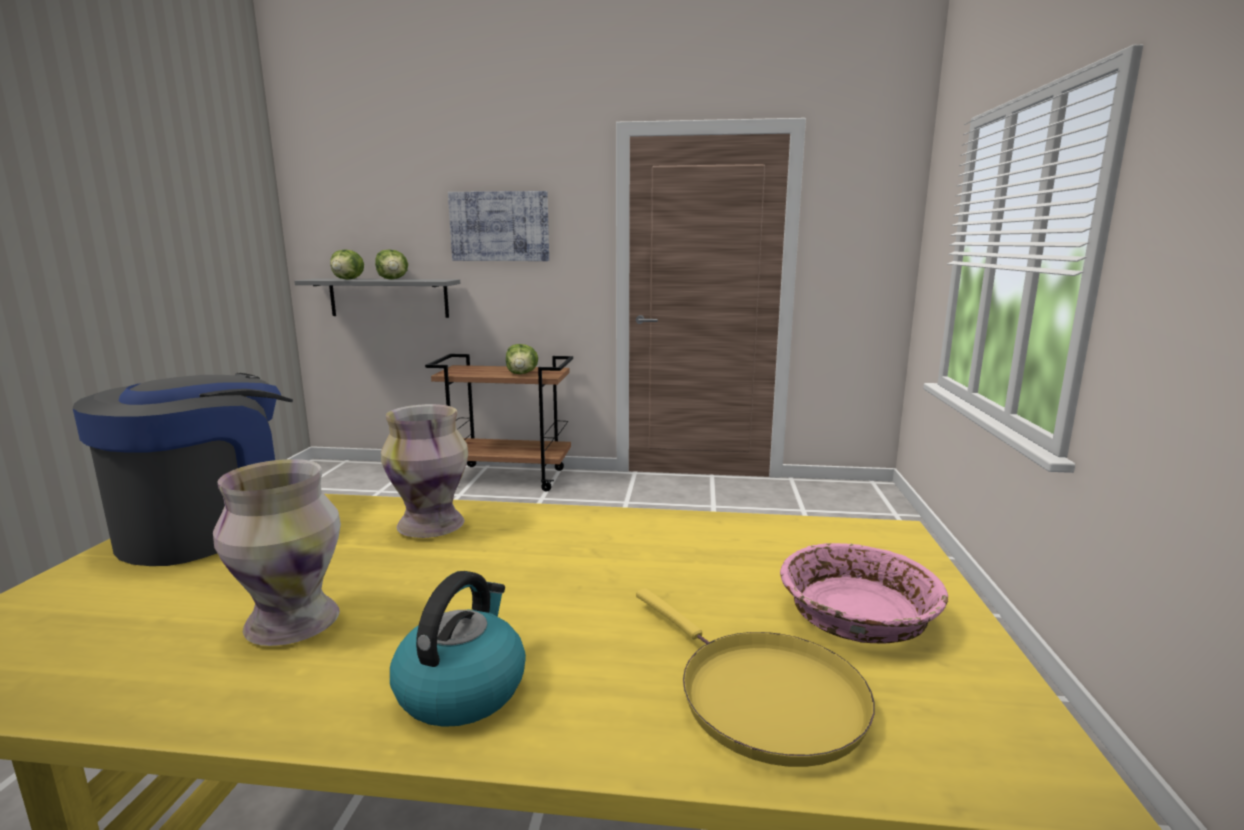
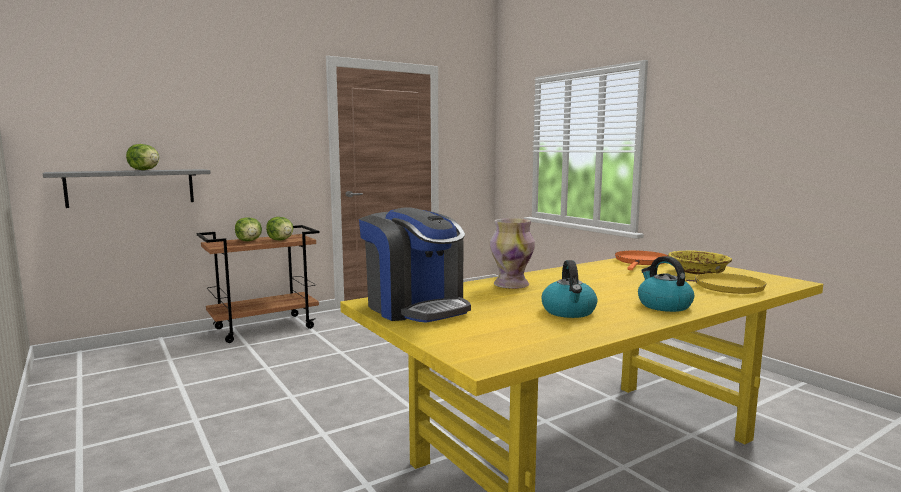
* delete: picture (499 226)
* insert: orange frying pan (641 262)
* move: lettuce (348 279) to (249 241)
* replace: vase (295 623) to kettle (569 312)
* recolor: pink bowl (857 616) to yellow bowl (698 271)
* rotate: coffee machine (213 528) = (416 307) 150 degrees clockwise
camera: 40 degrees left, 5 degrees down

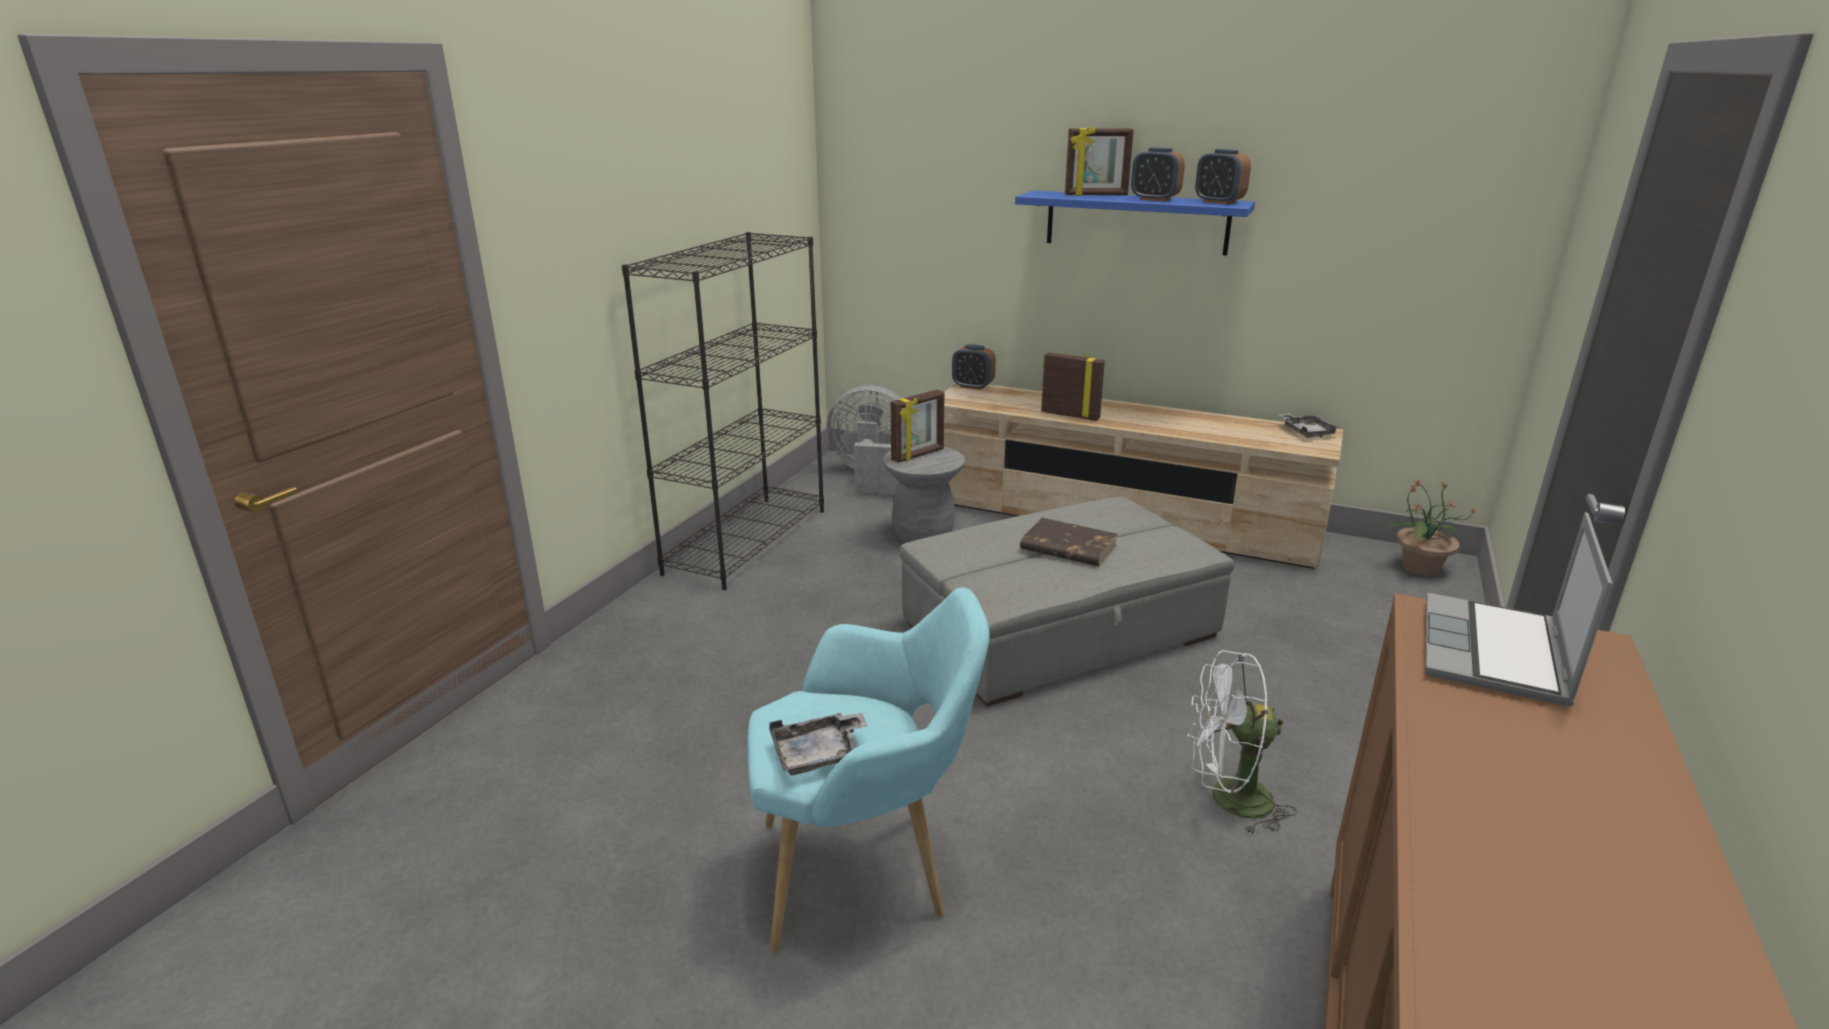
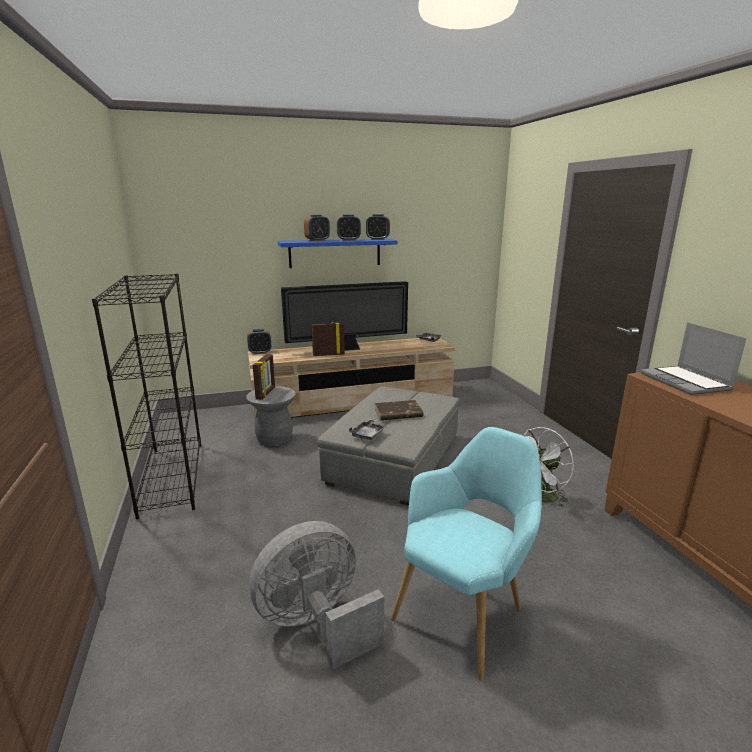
* delete: potted plant (1419 568)
* insert: television (347 349)
* move: grey tray (818 754) to (368 434)
* move: grey fan (873 477) to (316 624)
* replace: picture frame (1096 195) to alarm clock (317 240)
camera: 40 degrees left, 5 degrees down

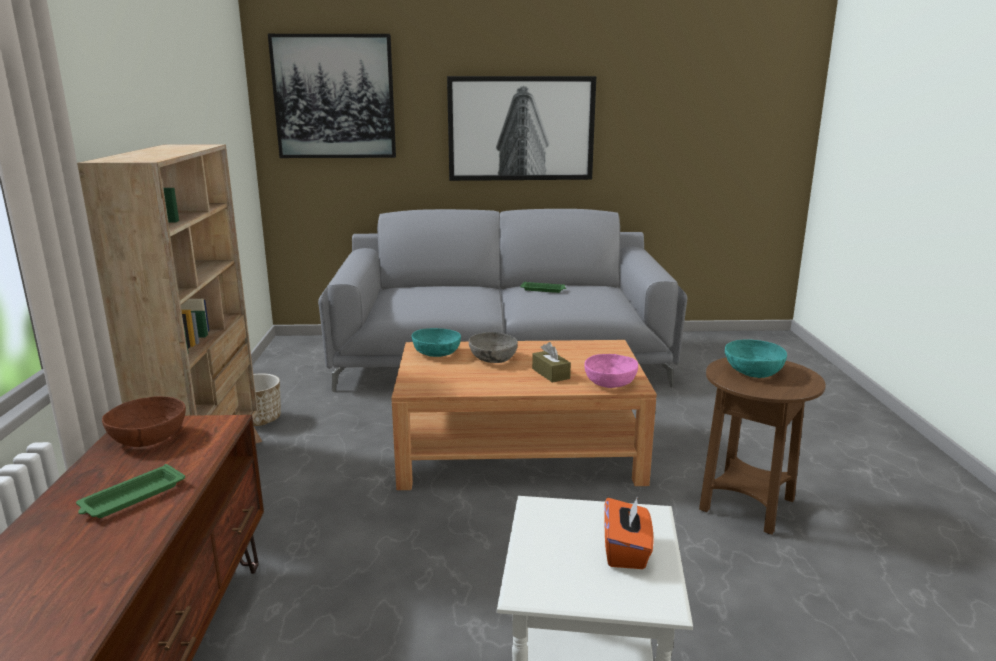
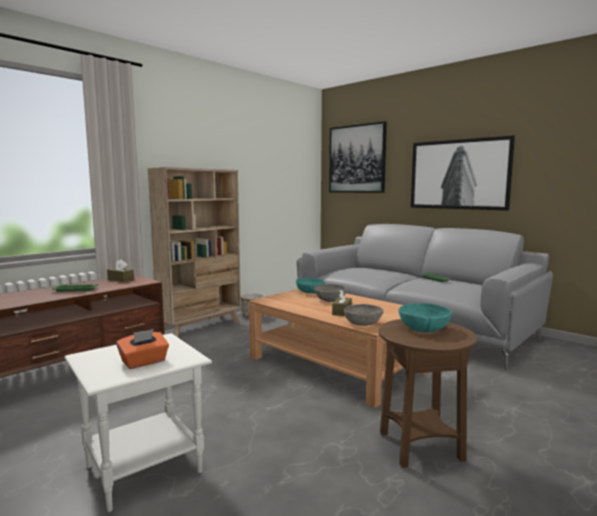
* replace: brown bowl (148 438) to brown tissue box (121 279)
* recolor: pink bowl (610 383) to grey bowl (363 323)
camera: 45 degrees right, 10 degrees down

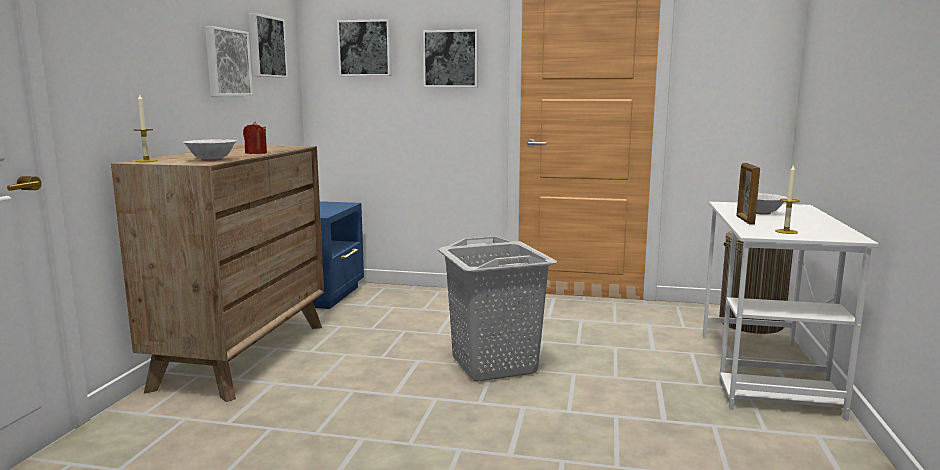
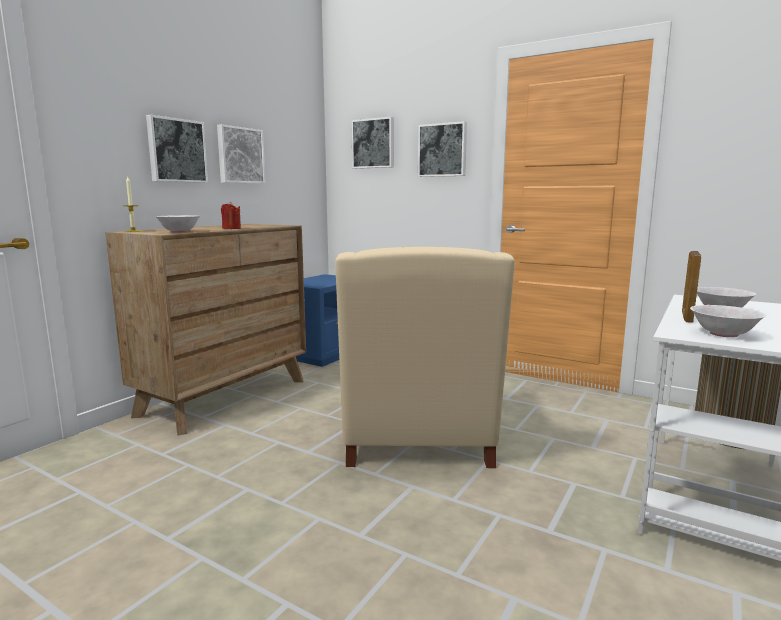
* move: picture (266 47) to (176 150)
* replace: grey laundry basket (494 365) to beige armchair (417 438)
* replace: candle (786 231) to white bowl (724 334)
camera: 20 degrees right, 0 degrees up

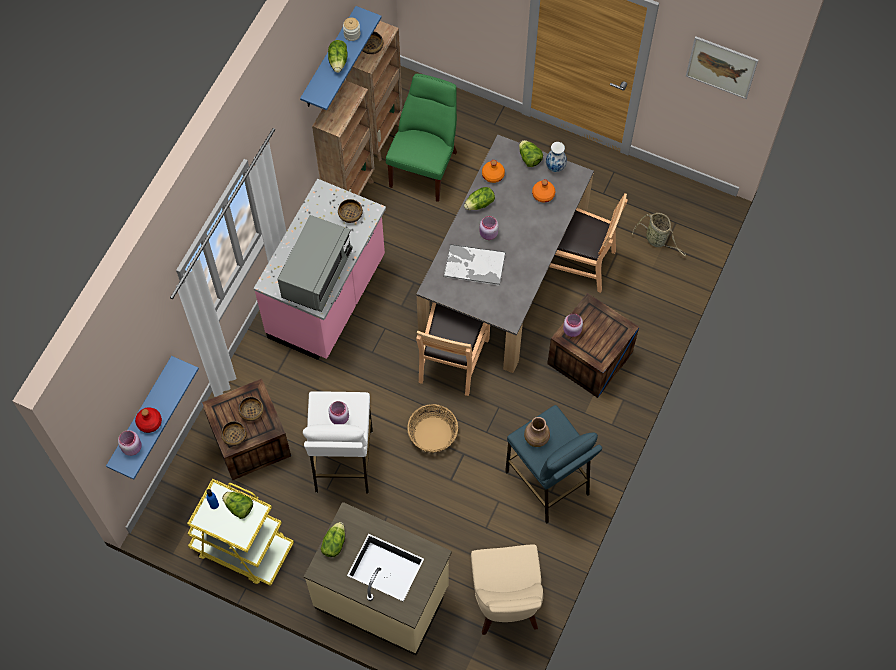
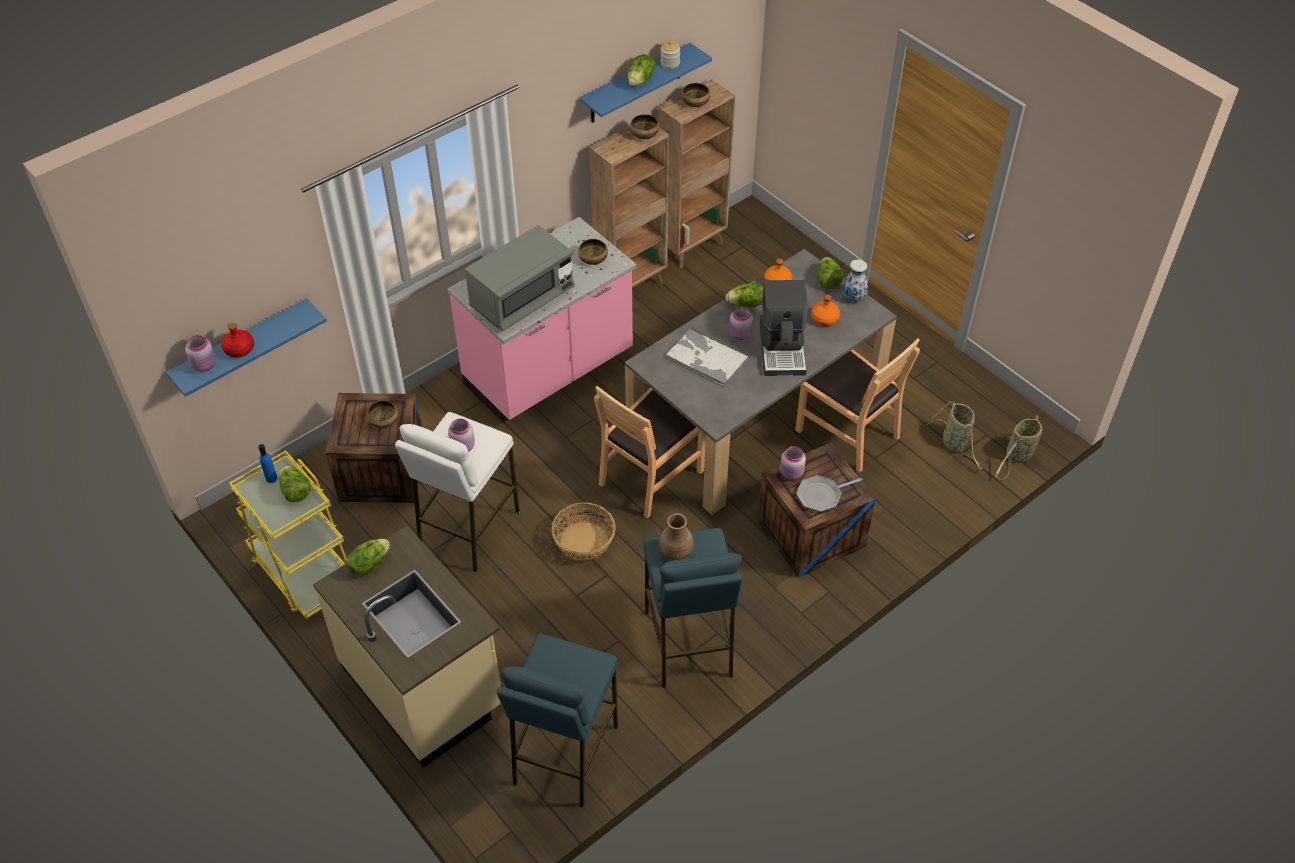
* delete: green chair (425 166)
* delete: picture (721 67)
* insert: coffee machine (783 349)
* insert: frying pan (821 496)
* insert: basket (1017 457)
* move: bowl (234 436) to (644 134)
* replace: beige chair (506 602) to blue stool (564 755)
camera: 25 degrees right, 15 degrees down

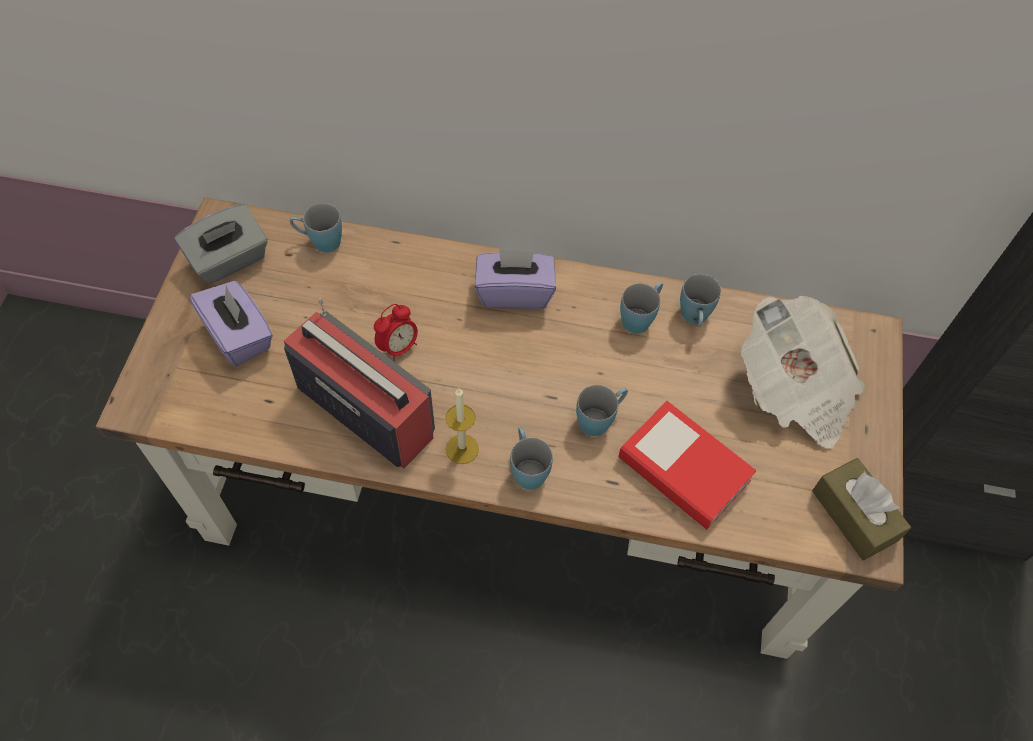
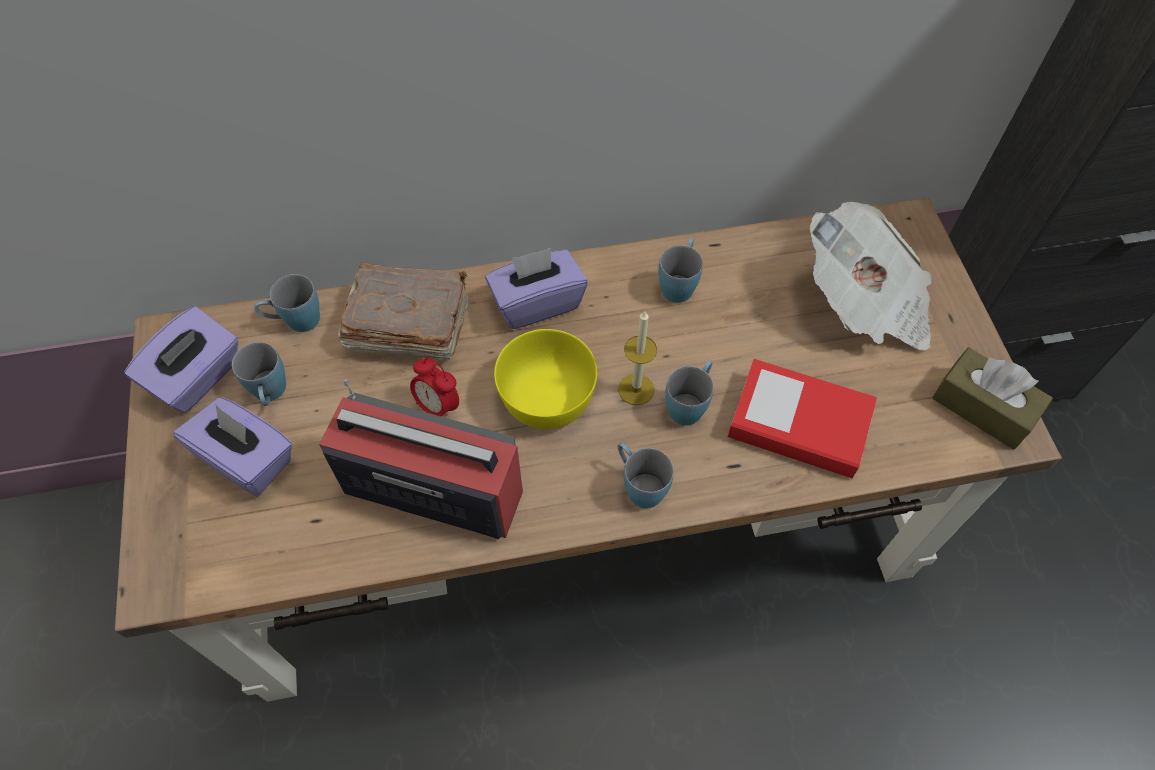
* insert: brown book (407 324)
* insert: yellow bowl (545 397)
* move: candle (462 449) to (636 389)
* move: blue mug (694 318) to (271 394)
* recolor: grey tissue box (229 260) to purple tissue box (198 377)
* rotate: alarm clock (398 347) = (438 406) 105 degrees clockwise
camera: 20 degrees left, 0 degrees up

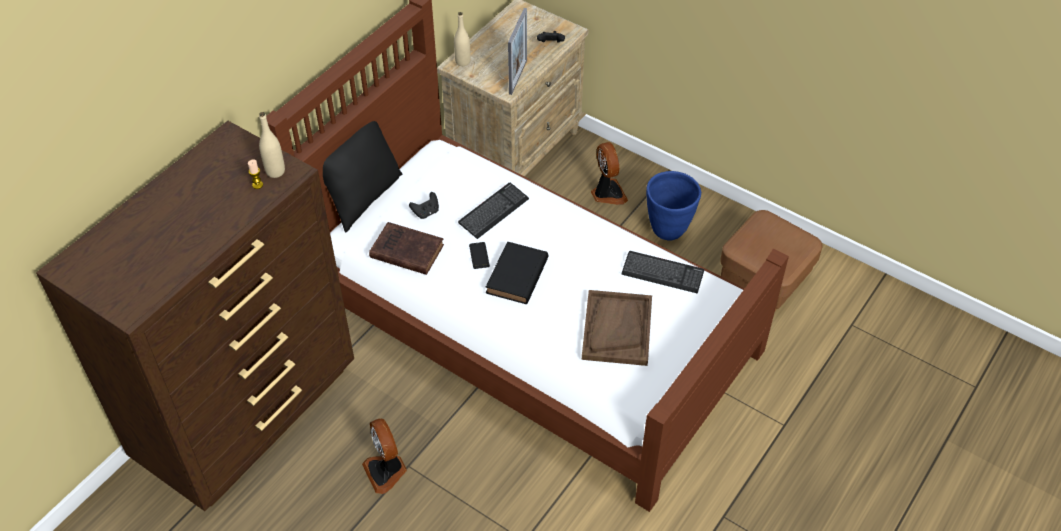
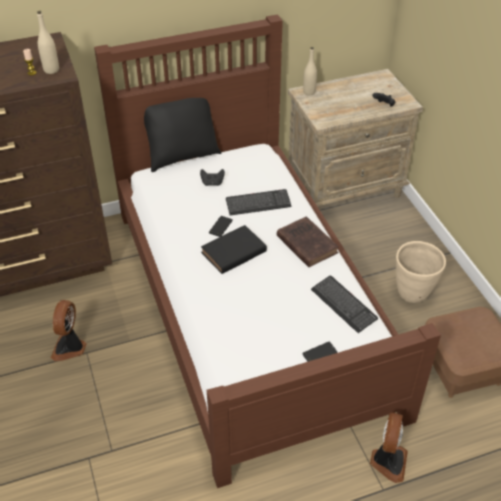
* delete: picture frame (518 77)
* delete: brown tray (617 329)
* insert: phone (319 353)
* move: brown book (405 251) to (306 243)
* move: fan (607 193) to (388 461)
* recolor: blue planter (668 229) to beige planter (413 293)
camera: 35 degrees right, 5 degrees down

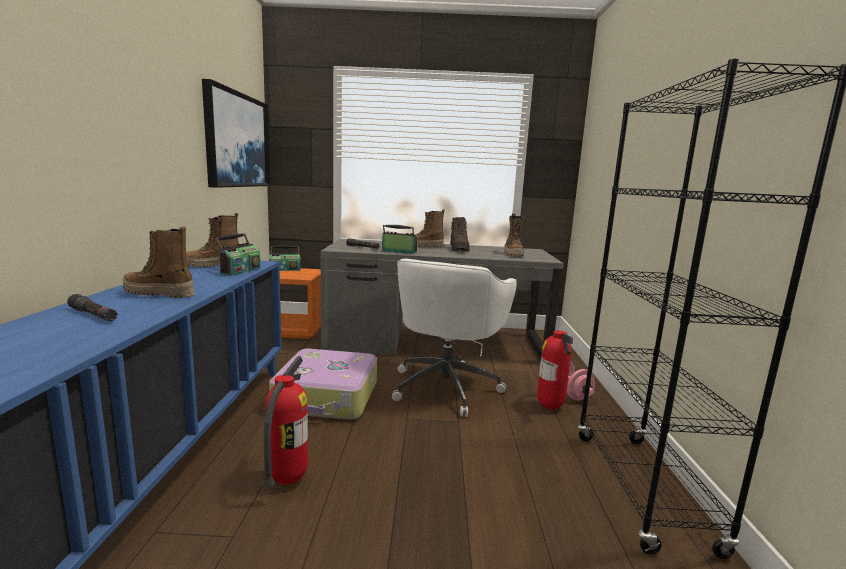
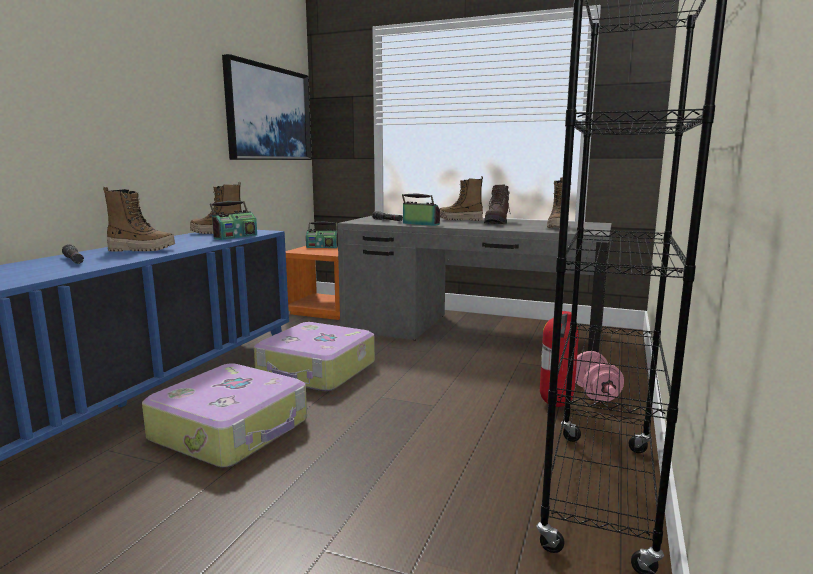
* delete: white office chair (446 386)
* replace: fire extinguisher (287 479) to suitcase (232 430)
* rotate: boot (159 294) = (142 250) 150 degrees clockwise
camera: 20 degrees right, 0 degrees up

